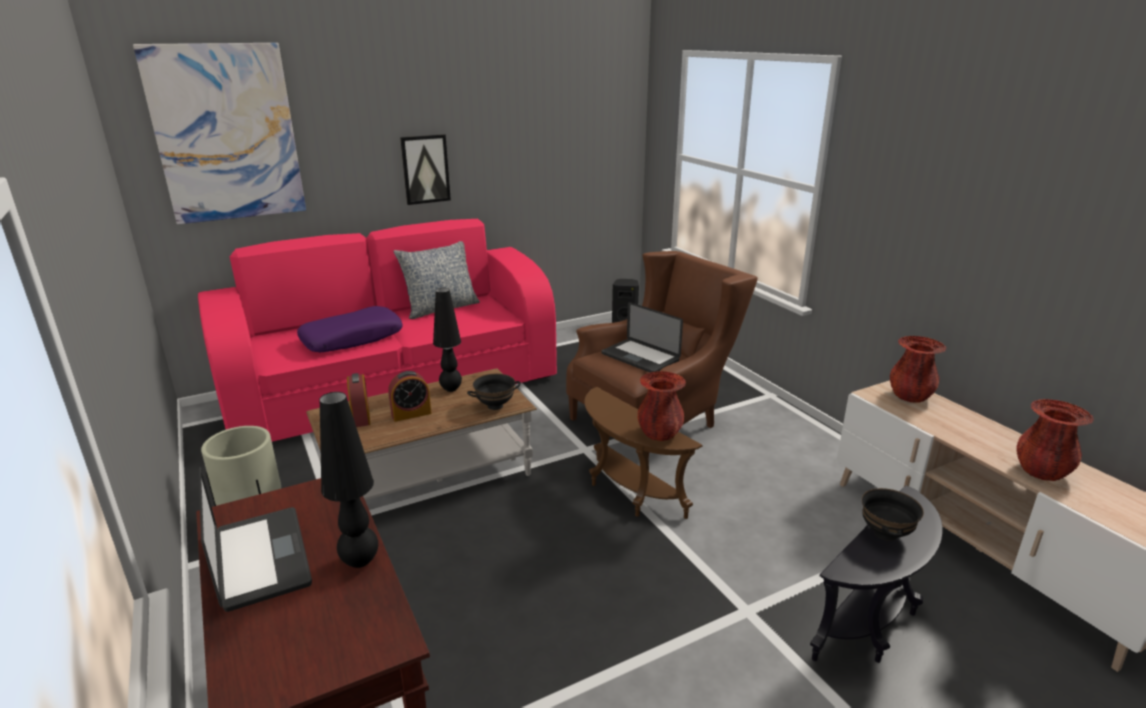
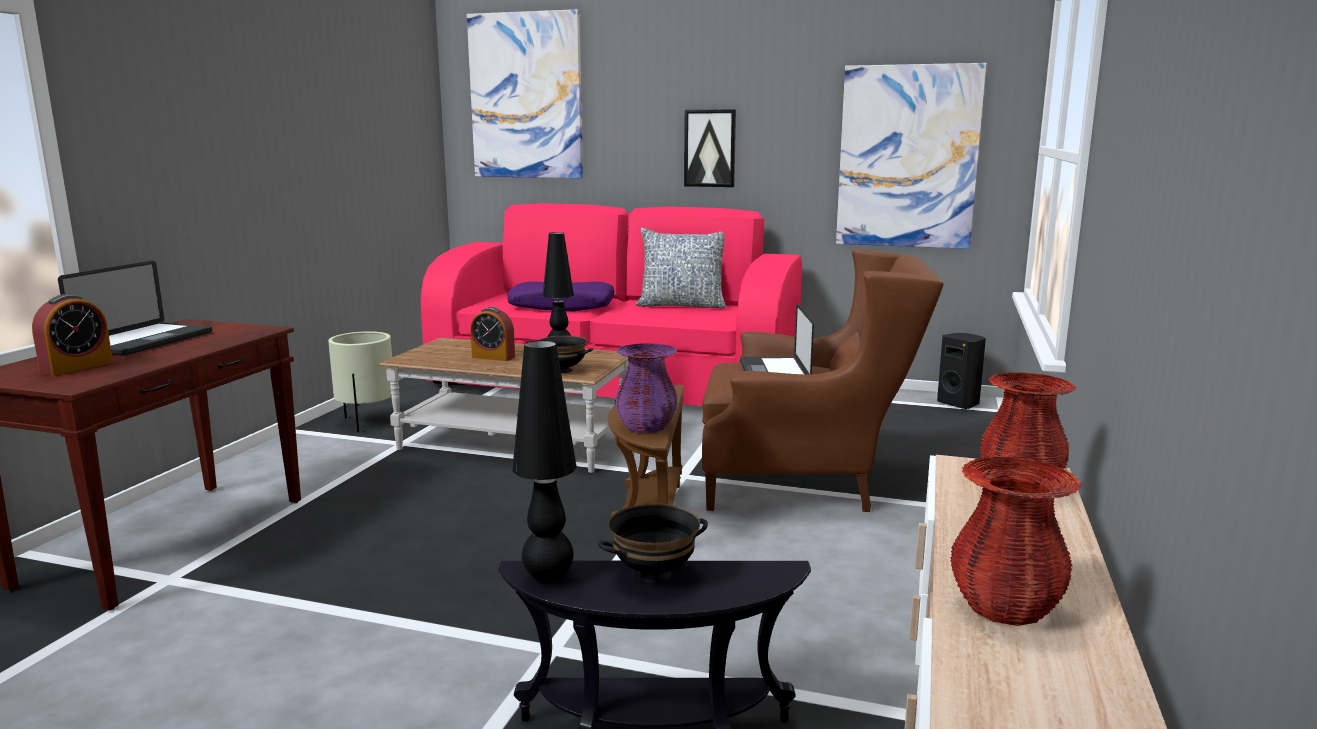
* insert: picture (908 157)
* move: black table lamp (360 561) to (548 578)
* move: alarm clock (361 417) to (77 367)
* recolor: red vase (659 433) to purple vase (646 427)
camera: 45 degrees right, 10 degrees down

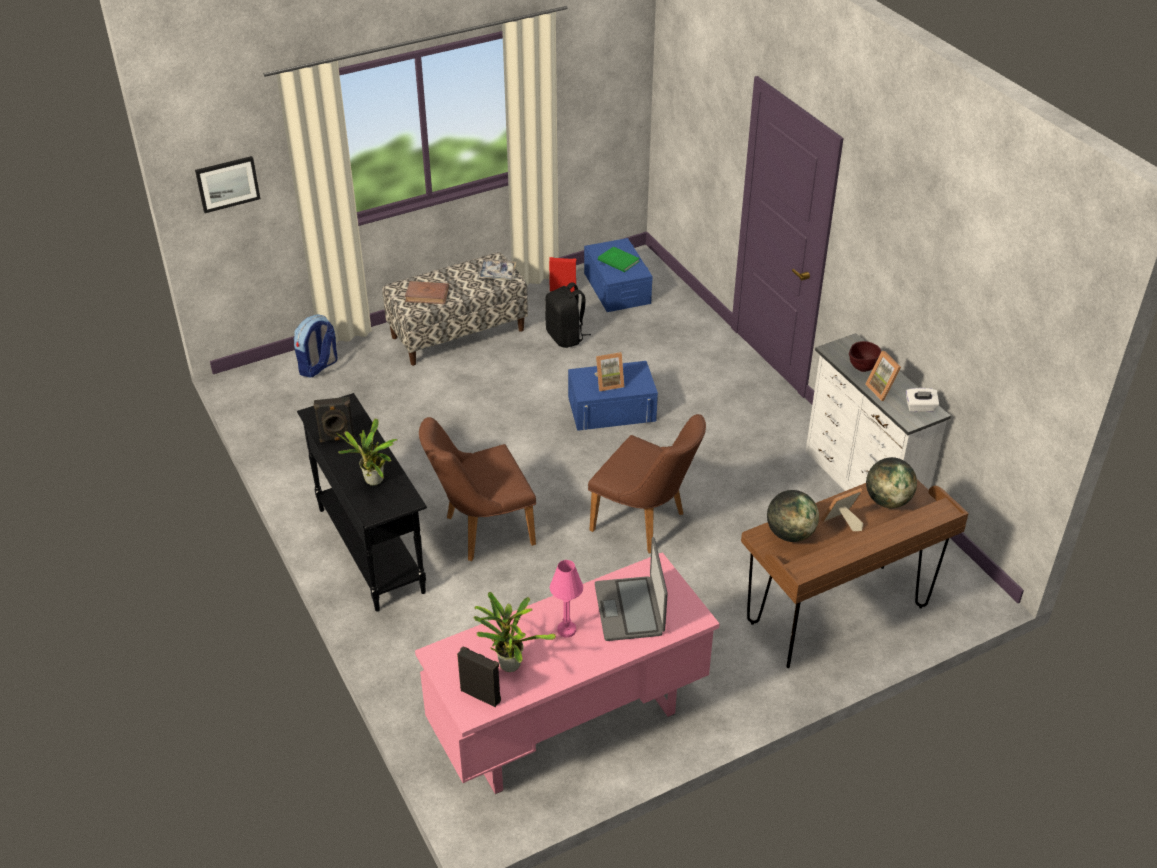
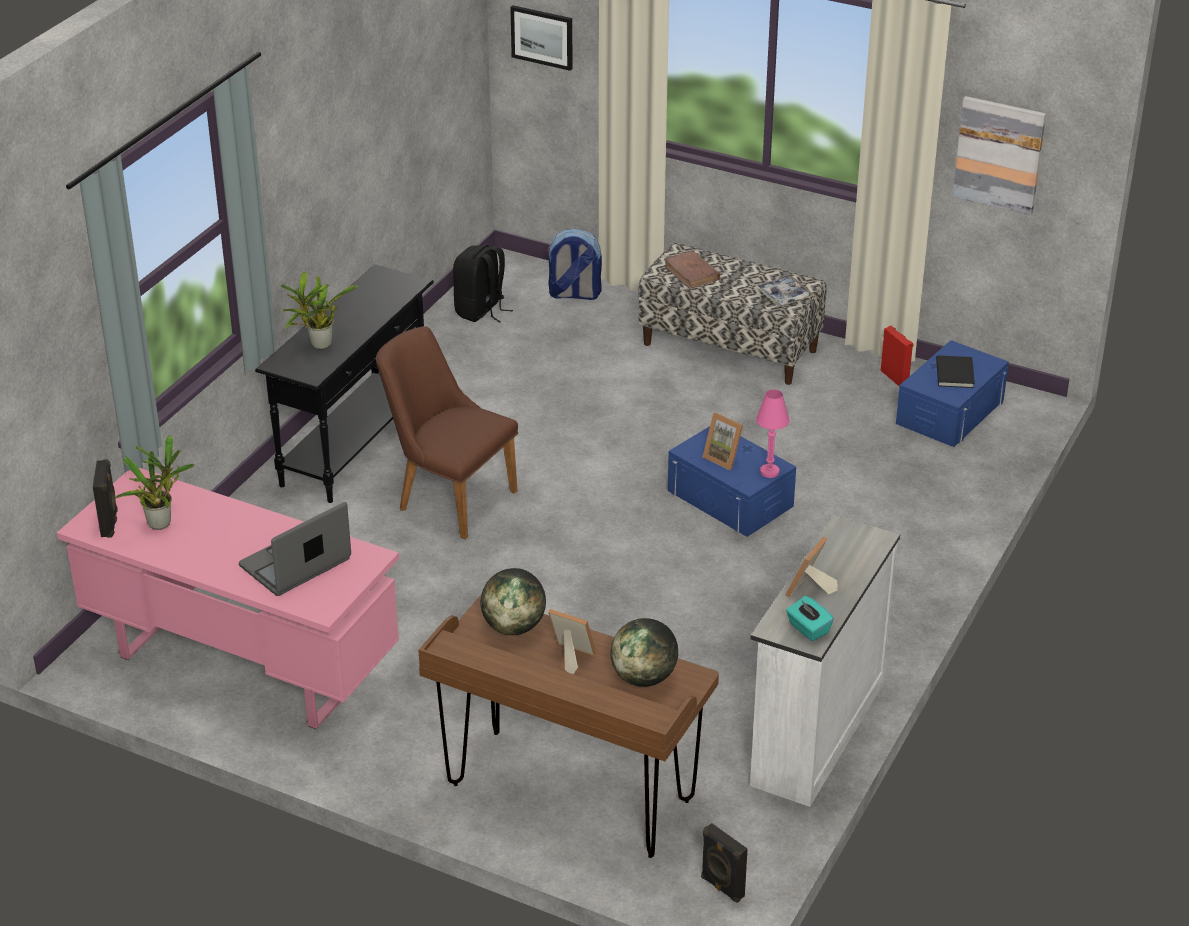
* delete: brown chair (646 524)
* delete: brown bowl (861 369)
* insert: picture (999 154)
* move: black speaker (337 438) to (721 887)
* move: black backpack (566 337) to (481 311)
* move: pink table lamp (566 630) to (769 472)
* recolor: green book (618 260) to black book (956 373)
* recolor: white tissue box (920 408) to turquoise tissue box (808 629)
camera: 55 degrees right, 5 degrees down

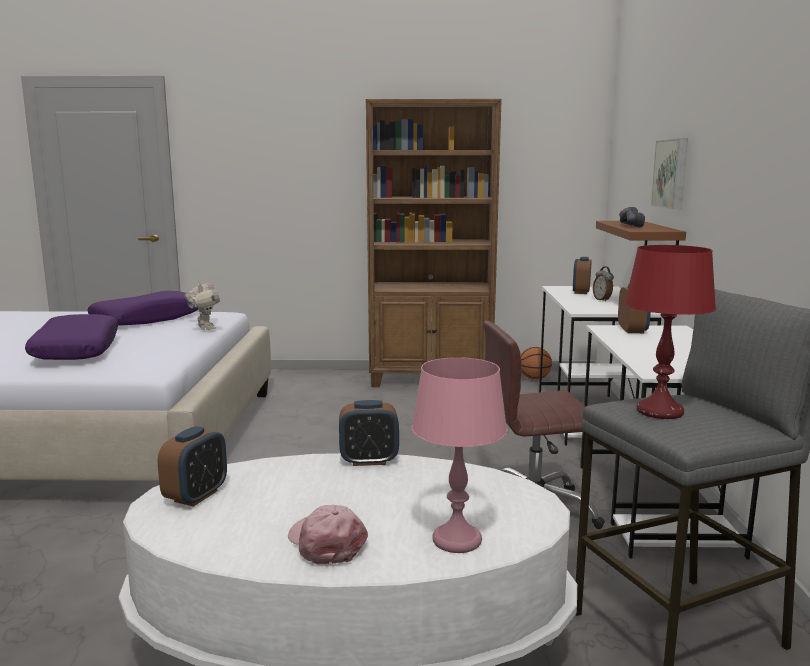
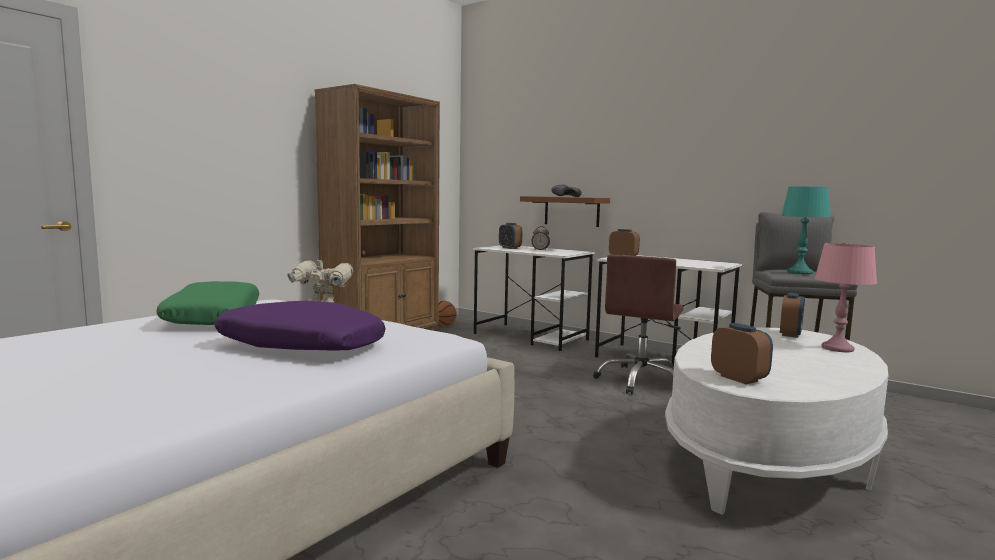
* delete: pink cap (326 543)
* delete: picture (672 173)
* move: alarm clock (369 461) to (790 334)
* recolor: purple pillow (146 319) to green pillow (213 317)
* recolor: red table lamp (659 411) to turquoise table lamp (799 272)
camera: 55 degrees left, 5 degrees down

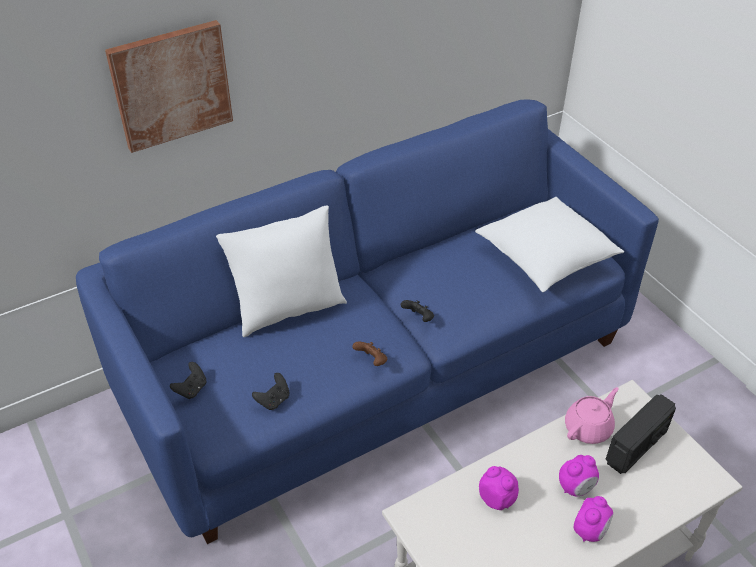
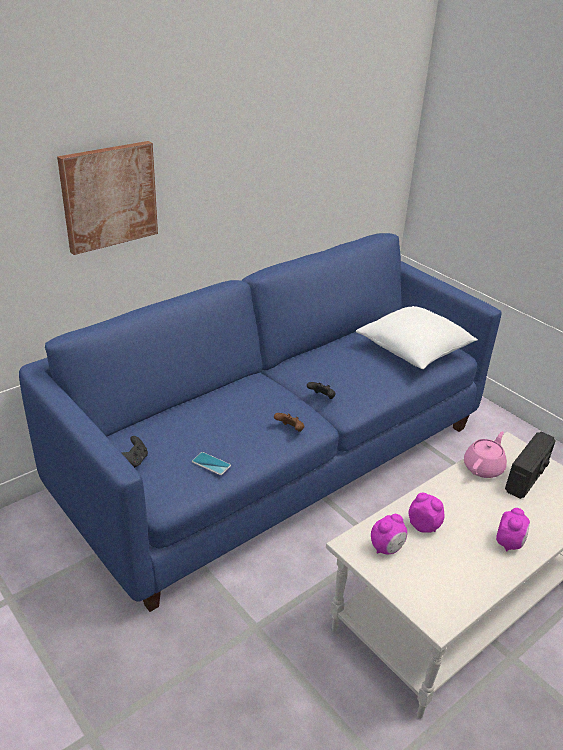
* delete: white pillow (288 309)
* move: alarm clock (576 487) to (387 548)
* replace: black game controller (273 400) to phone (211 464)
camera: 10 degrees left, 10 degrees down

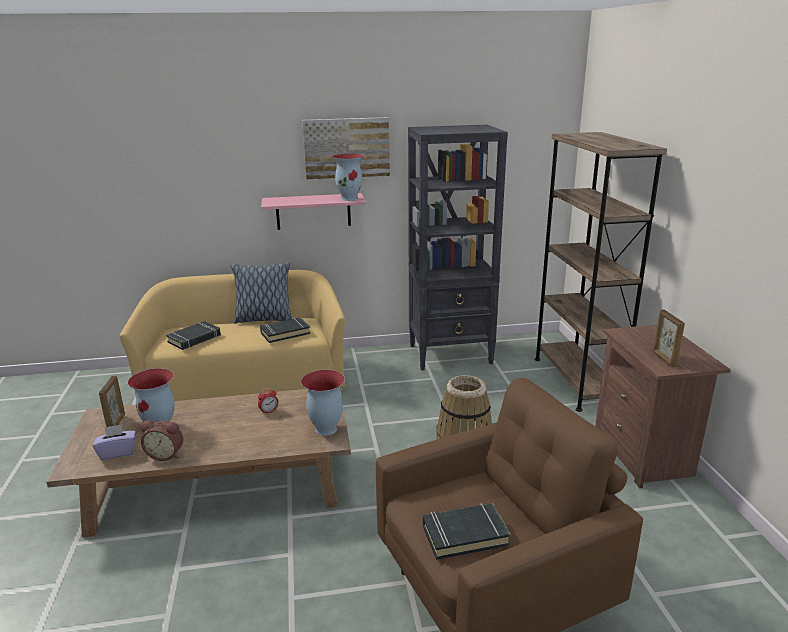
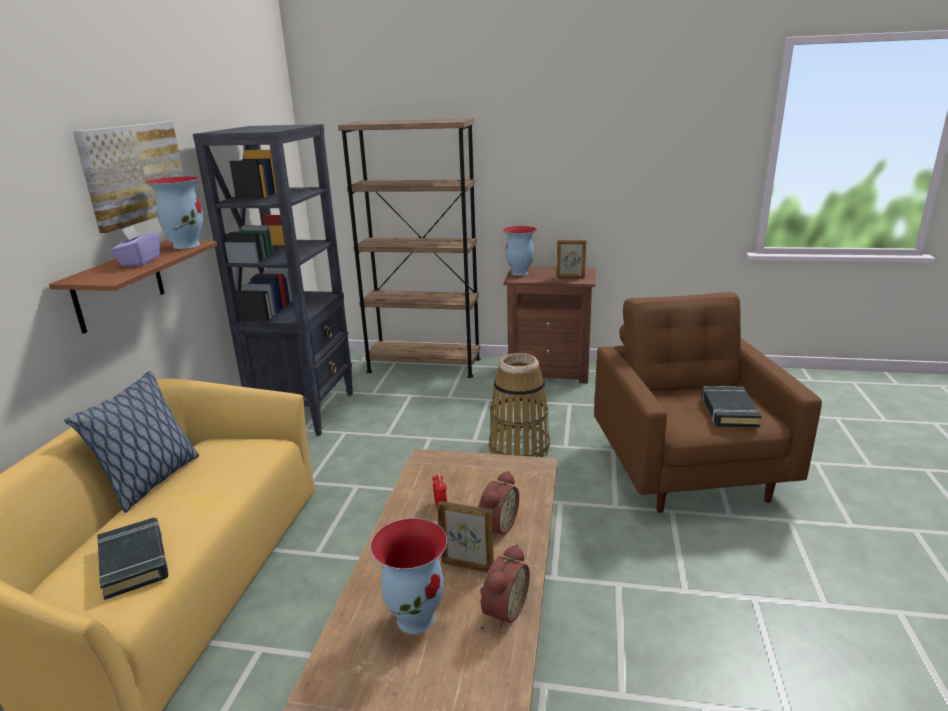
* delete: black book (285 333)
* insert: alarm clock (496 526)
* move: purple tissue box (118 452) to (140 262)
* move: picture frame (117 423) to (467 565)
* move: vase (325 429) to (520 273)
* recolor: pink shelf (313 211) to brown shelf (119 286)
camera: 70 degrees left, 0 degrees up

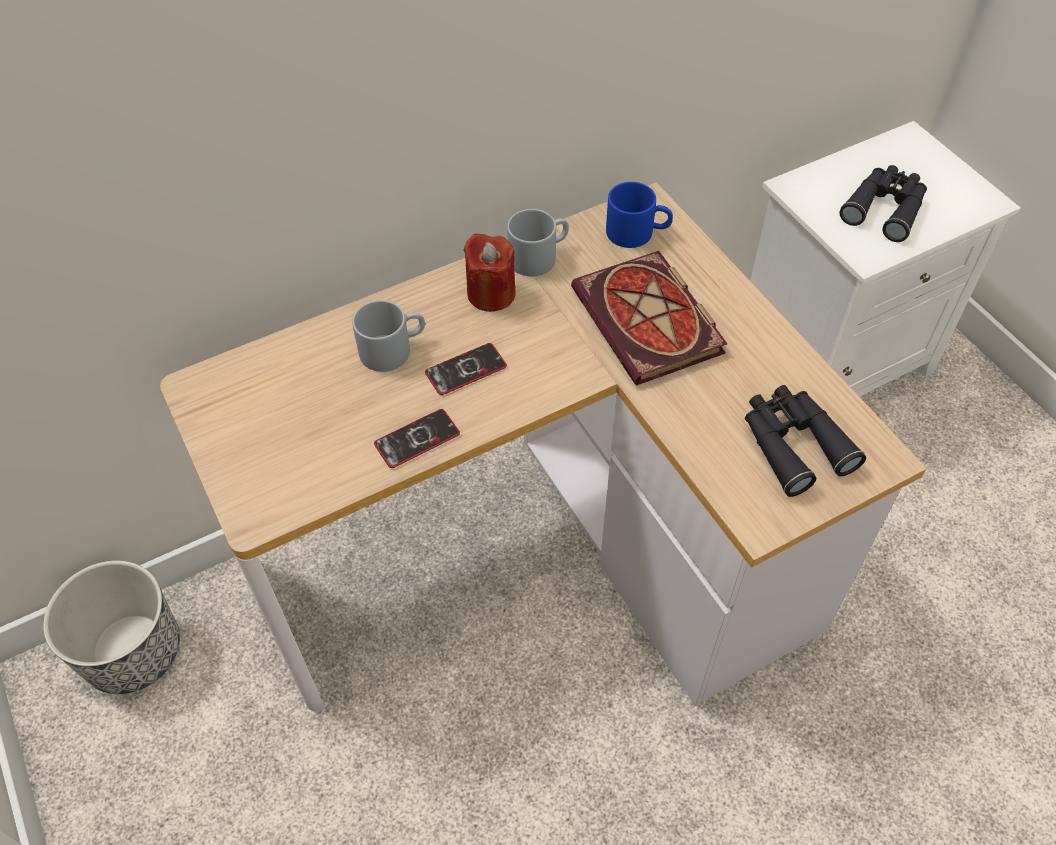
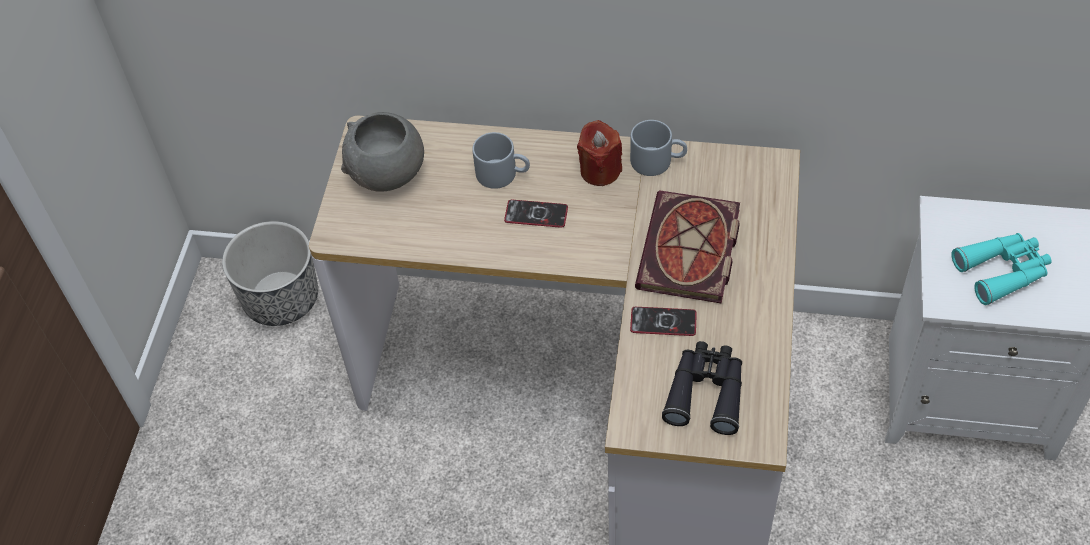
* delete: blue mug (637 232)
* insert: grey bowl (387 173)
* move: phone (417 439) to (663 322)
* recolor: black binoculars (885 208) to turquoise binoculars (1002 271)
camera: 40 degrees right, 0 degrees up

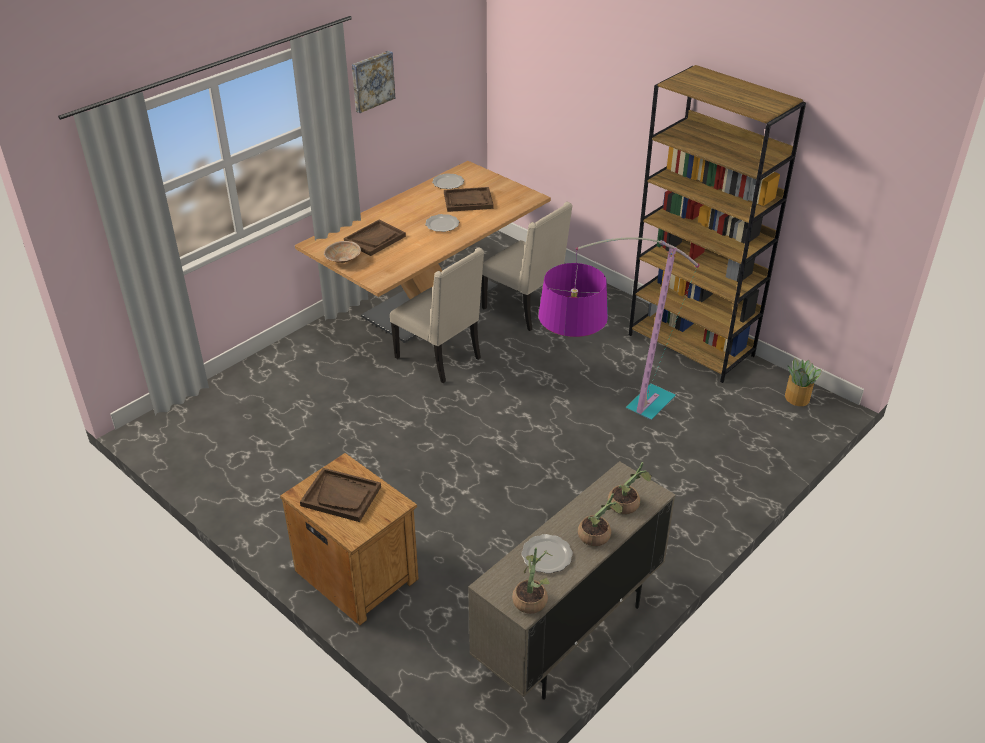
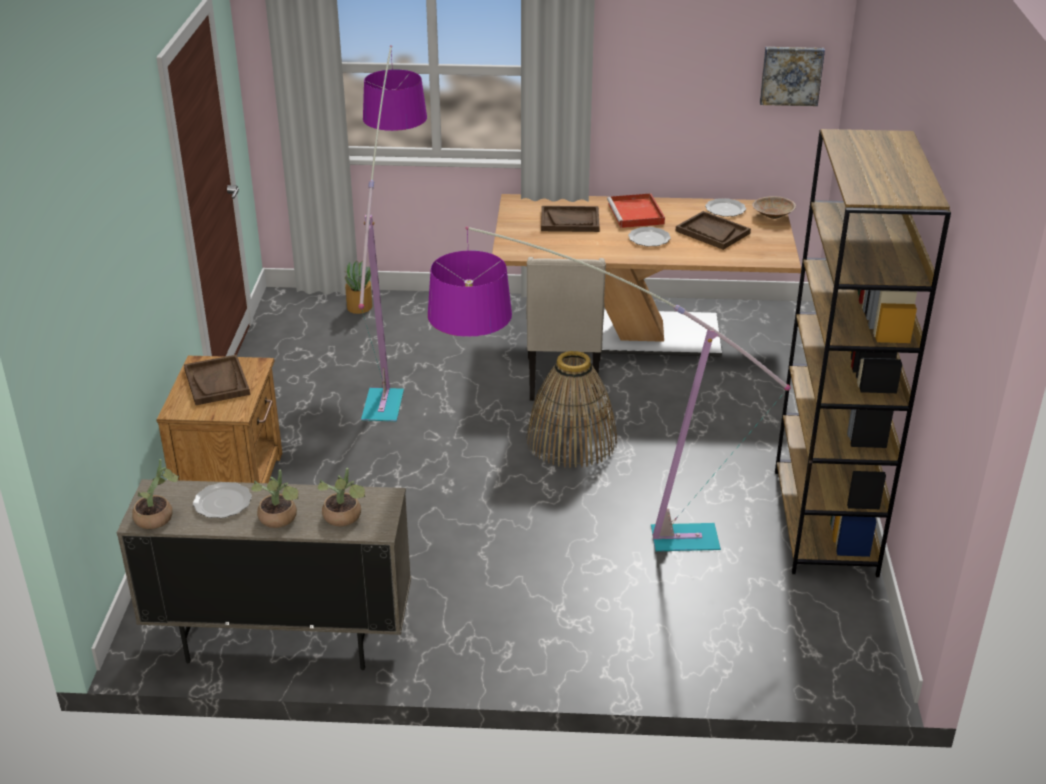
* delete: beige chair (525 309)
* insert: floor lamp (396 351)
* insert: basket (571 440)
* insert: red tray (636 214)
* move: beige bowl (342 260) to (772 216)
* move: picture (372 81) to (791 75)
* move: potted plant (797 398) to (359 307)
camera: 50 degrees right, 5 degrees down

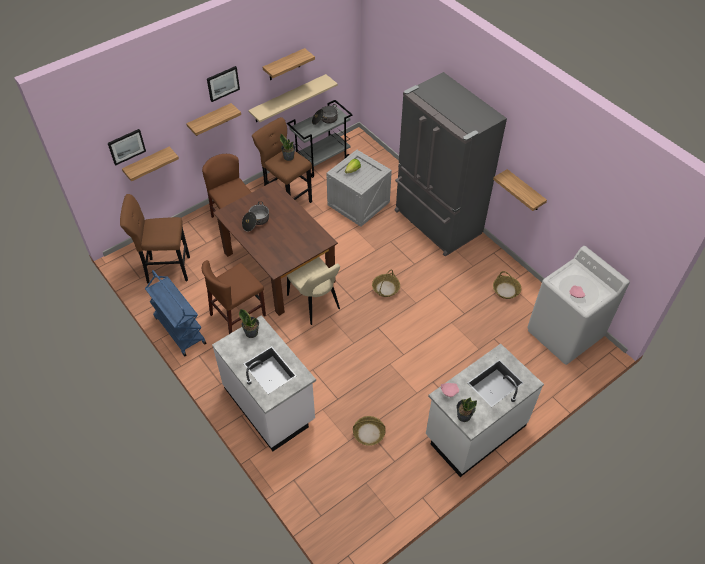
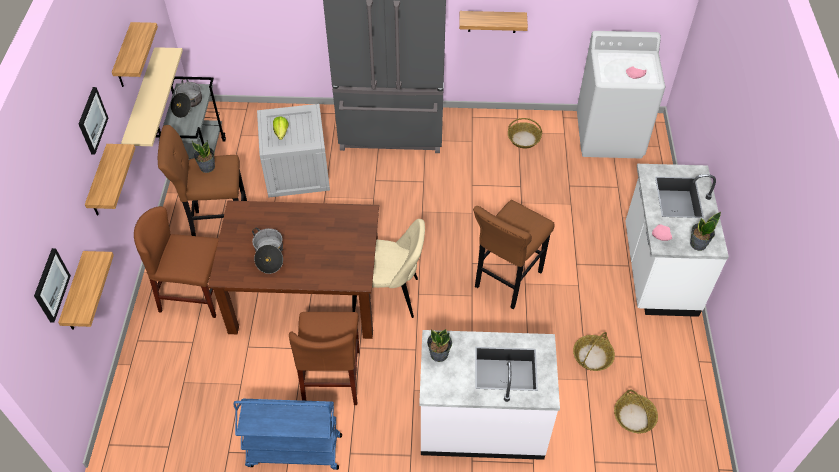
* move: brown stool (166 269) to (506 282)
* move: basket (385 288) to (634 417)
camera: 50 degrees left, 0 degrees up

